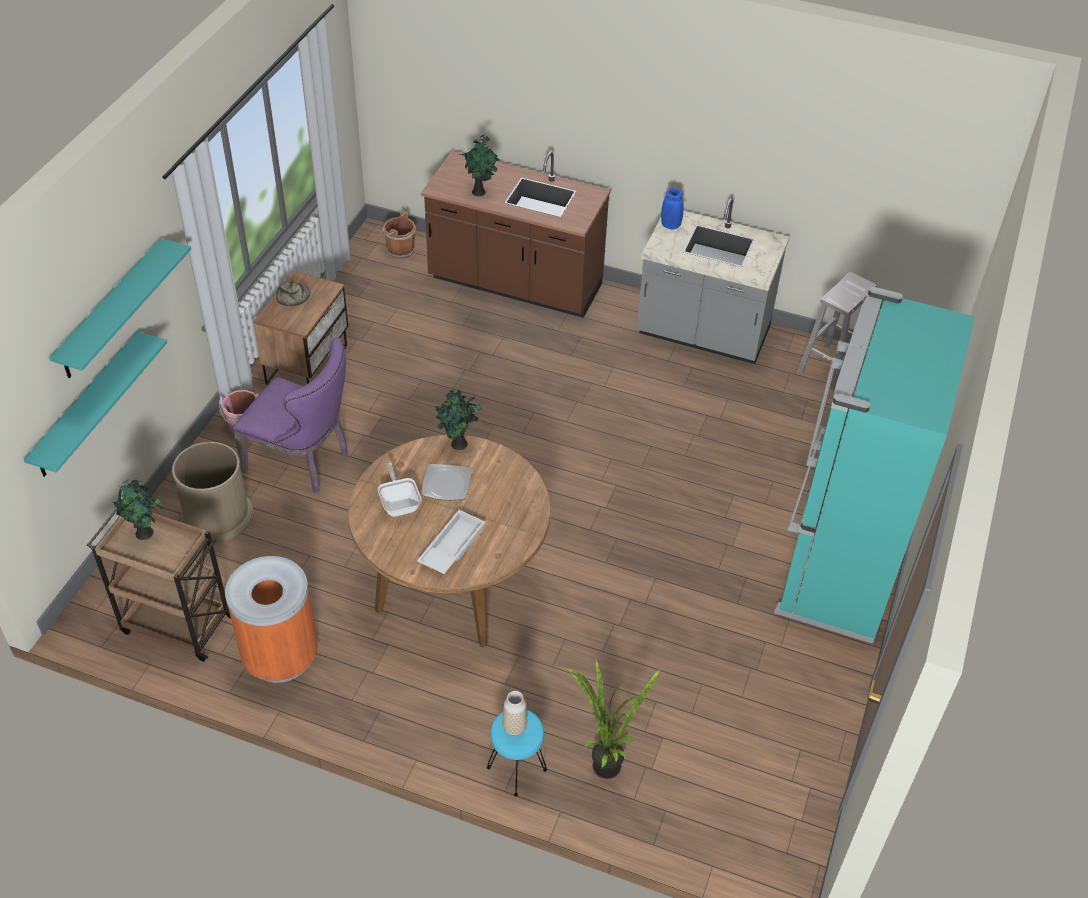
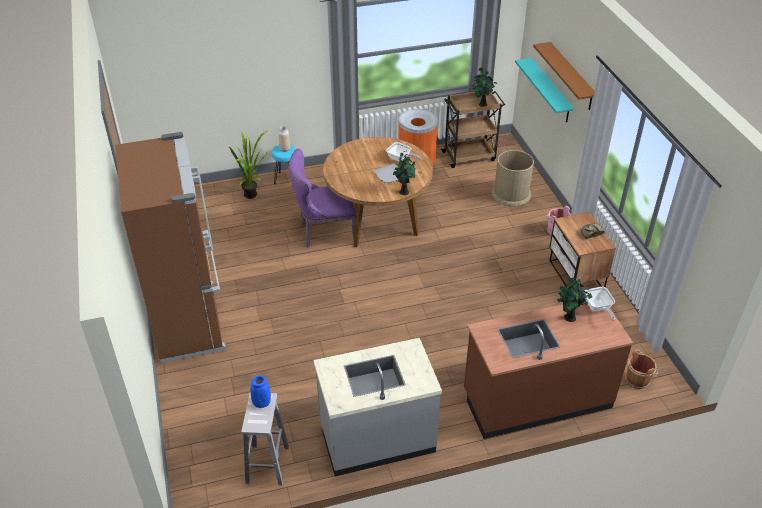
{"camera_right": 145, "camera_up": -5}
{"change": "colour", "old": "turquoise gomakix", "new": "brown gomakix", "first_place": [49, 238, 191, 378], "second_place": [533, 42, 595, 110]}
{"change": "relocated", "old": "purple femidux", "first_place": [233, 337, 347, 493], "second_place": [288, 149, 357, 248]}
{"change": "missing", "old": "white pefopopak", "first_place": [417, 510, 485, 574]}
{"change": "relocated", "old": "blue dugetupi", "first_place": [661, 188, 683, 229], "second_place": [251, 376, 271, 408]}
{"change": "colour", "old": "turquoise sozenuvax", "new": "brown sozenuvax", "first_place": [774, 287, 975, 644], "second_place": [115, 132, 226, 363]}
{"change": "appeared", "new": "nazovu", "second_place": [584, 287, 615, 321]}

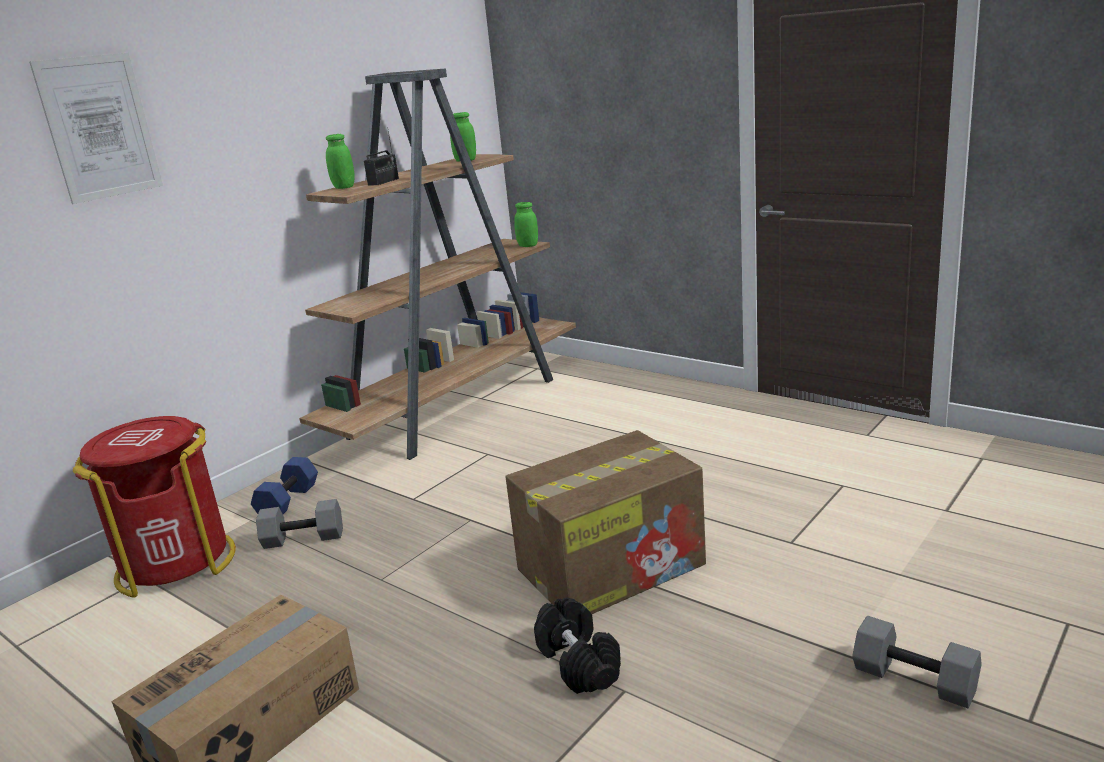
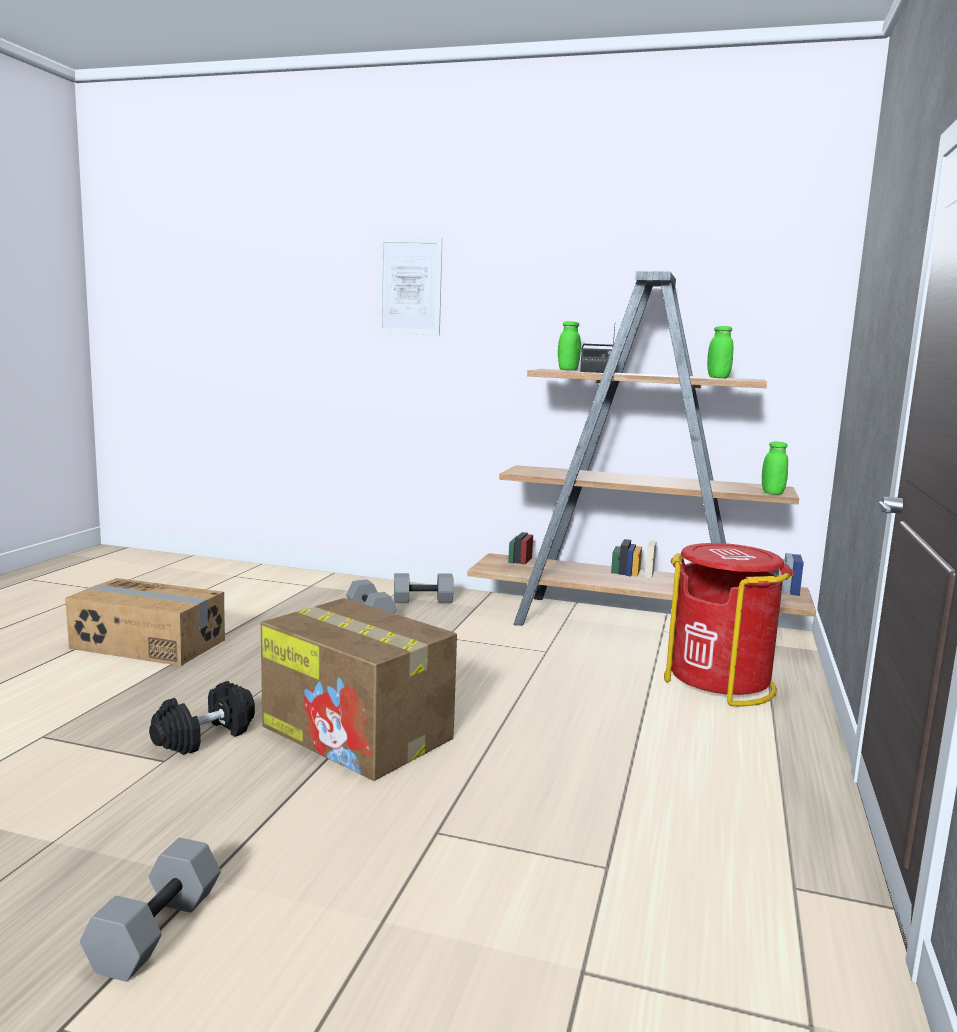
{"camera_right": 65, "camera_up": -10}
{"change": "relocated", "old": "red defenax", "first_place": [73, 416, 236, 598], "second_place": [664, 543, 794, 707]}
{"change": "colour", "old": "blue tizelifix", "new": "grey tizelifix", "first_place": [251, 457, 318, 514], "second_place": [394, 573, 454, 603]}

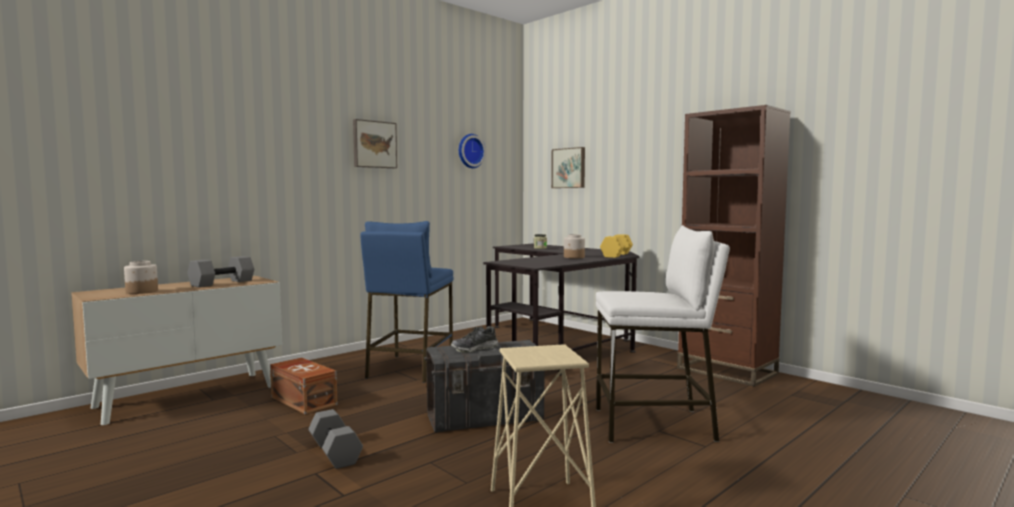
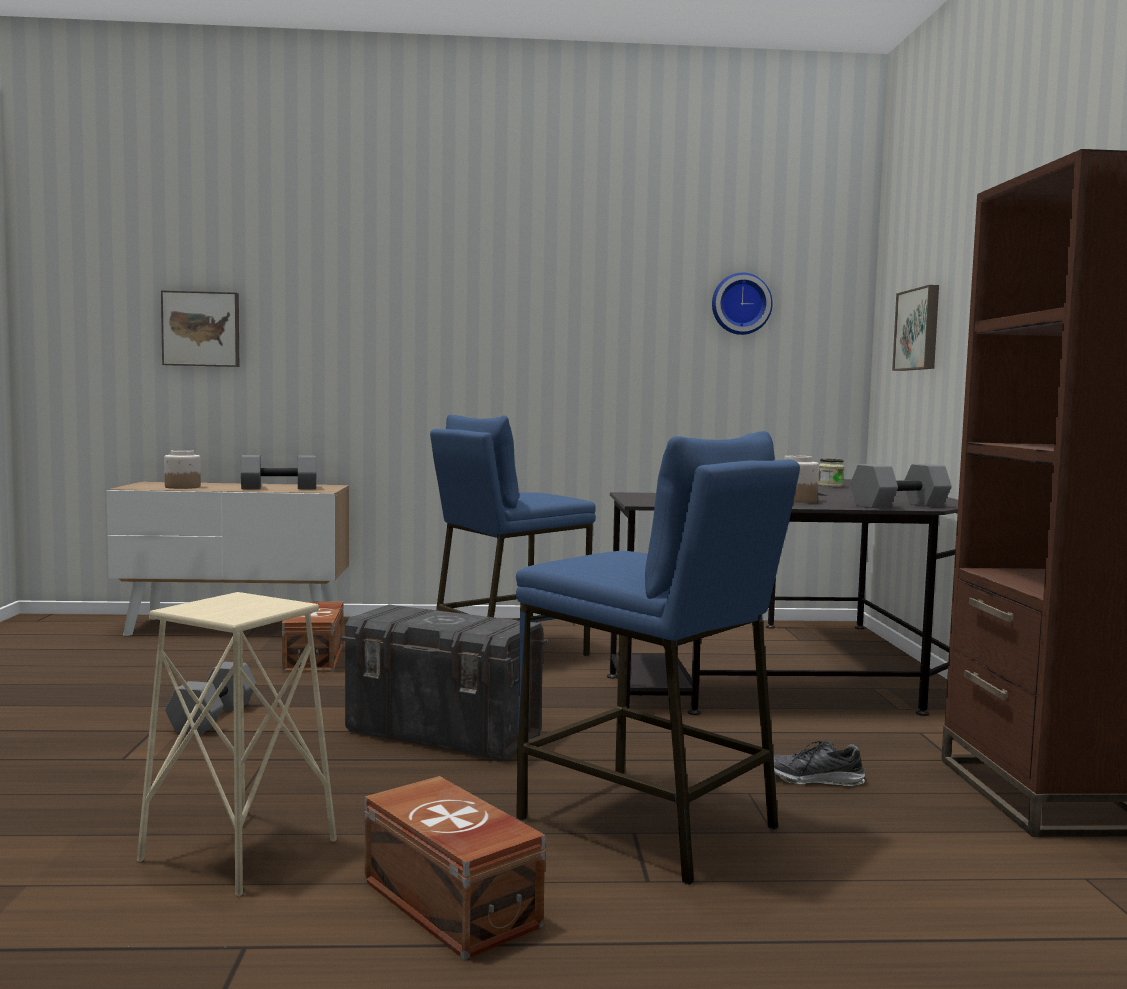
{"camera_right": 40, "camera_up": 0}
{"change": "relocated", "old": "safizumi", "first_place": [353, 119, 397, 168], "second_place": [161, 290, 239, 367]}
{"change": "relocated", "old": "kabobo", "first_place": [451, 326, 498, 353], "second_place": [773, 741, 865, 786]}
{"change": "colour", "old": "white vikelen", "new": "blue vikelen", "first_place": [596, 225, 730, 443], "second_place": [516, 431, 800, 885]}
{"change": "colour", "old": "yellow tizelifix", "new": "grey tizelifix", "first_place": [600, 234, 633, 258], "second_place": [850, 464, 952, 508]}
{"change": "appeared", "new": "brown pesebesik", "second_place": [364, 776, 545, 960]}

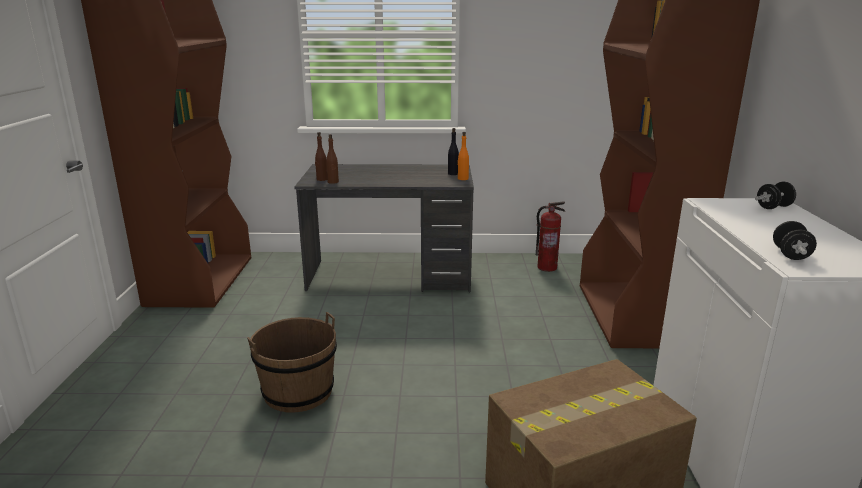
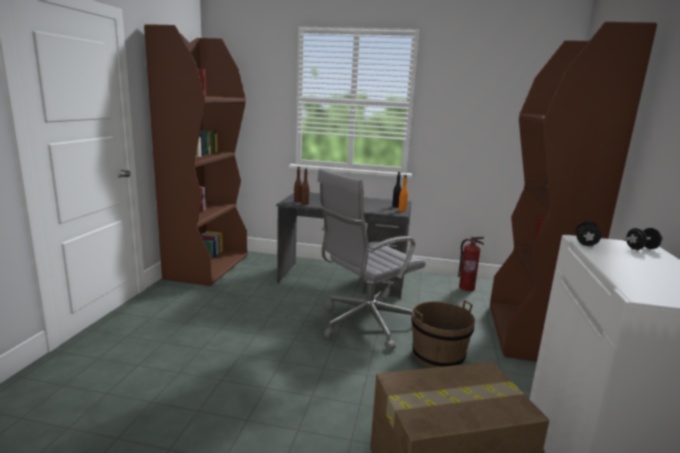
{"camera_right": 10, "camera_up": -5}
{"change": "relocated", "old": "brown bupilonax", "first_place": [247, 312, 337, 413], "second_place": [411, 300, 475, 368]}
{"change": "relocated", "old": "black tizelifix", "first_place": [773, 221, 817, 260], "second_place": [576, 221, 601, 246]}
{"change": "appeared", "new": "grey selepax", "second_place": [317, 169, 426, 351]}

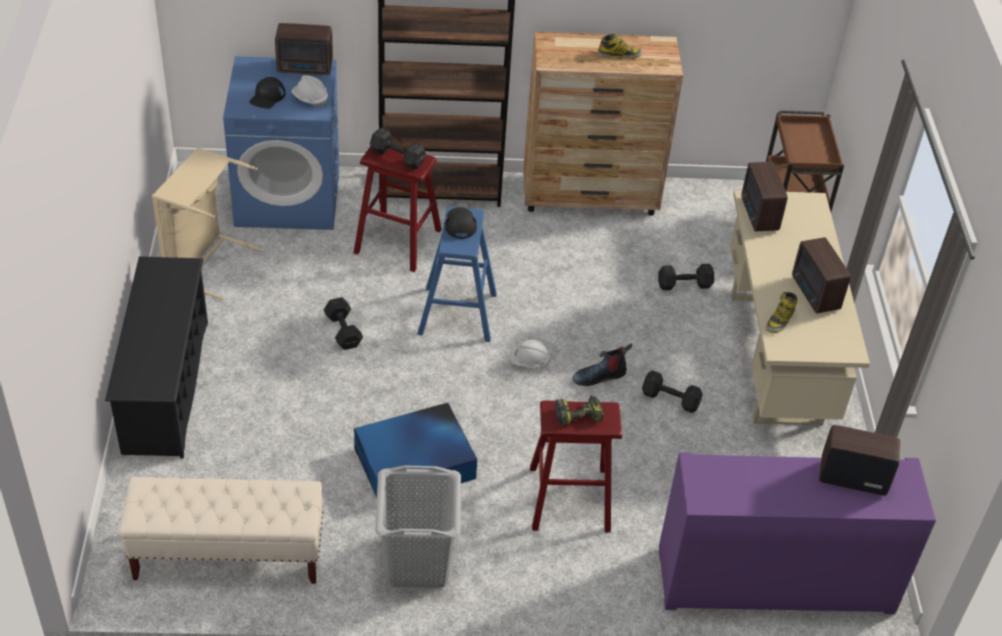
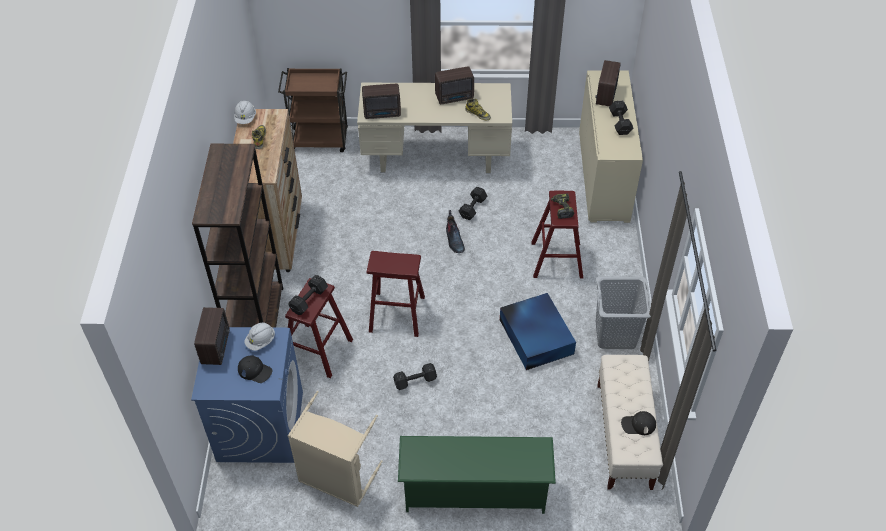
{"camera_right": -85, "camera_up": 5}
{"change": "colour", "old": "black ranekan", "new": "green ranekan", "first_place": [105, 256, 208, 459], "second_place": [398, 436, 556, 514]}
{"change": "colour", "old": "blue vikelen", "new": "red vikelen", "first_place": [418, 207, 497, 342], "second_place": [367, 251, 425, 337]}
{"change": "relocated", "old": "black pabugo", "first_place": [445, 207, 477, 239], "second_place": [621, 411, 656, 435]}
{"change": "relocated", "old": "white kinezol", "first_place": [510, 340, 550, 368], "second_place": [234, 101, 256, 124]}
{"change": "relocated", "old": "black tizelifix", "first_place": [658, 264, 714, 290], "second_place": [609, 101, 633, 135]}
{"change": "colour", "old": "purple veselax", "new": "beige veselax", "first_place": [659, 452, 936, 614], "second_place": [579, 70, 643, 223]}

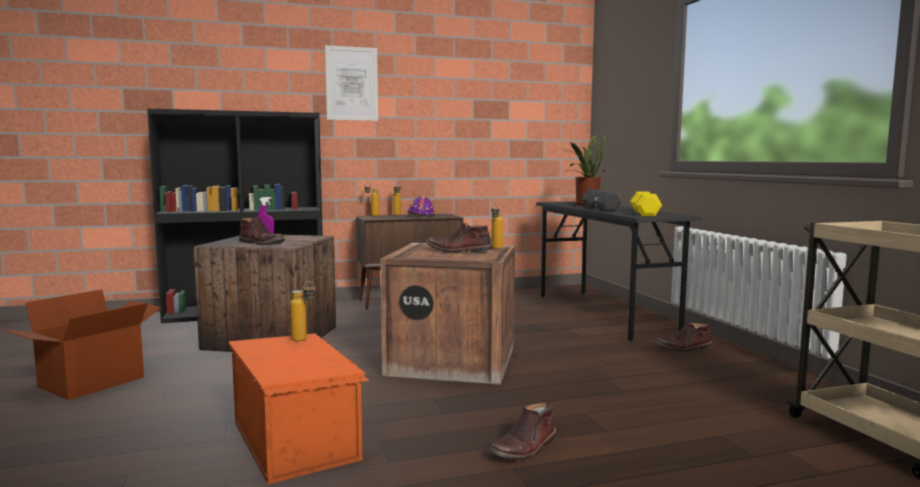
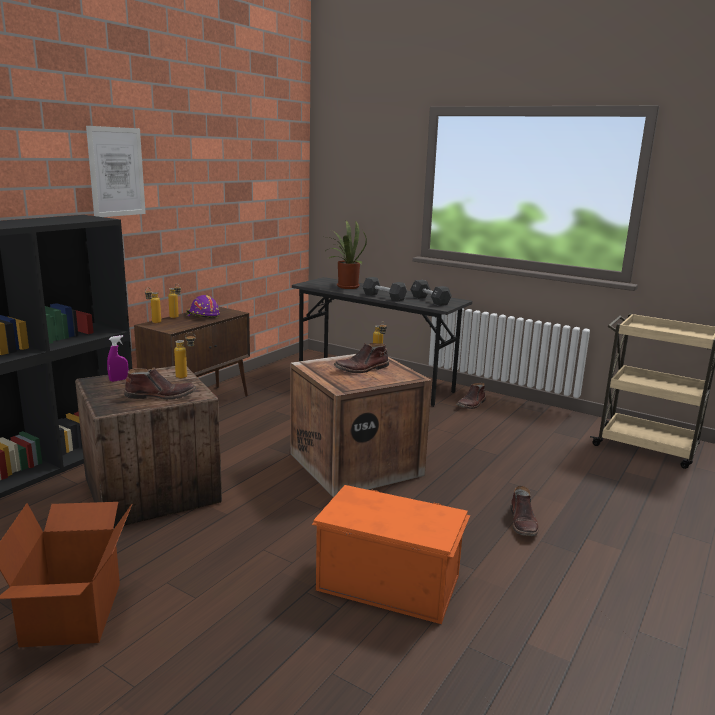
{"camera_right": -40, "camera_up": 10}
{"change": "relocated", "old": "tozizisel", "first_place": [290, 281, 315, 341], "second_place": [174, 332, 195, 379]}
{"change": "colour", "old": "yellow tizelifix", "new": "black tizelifix", "first_place": [630, 191, 662, 216], "second_place": [410, 280, 452, 306]}

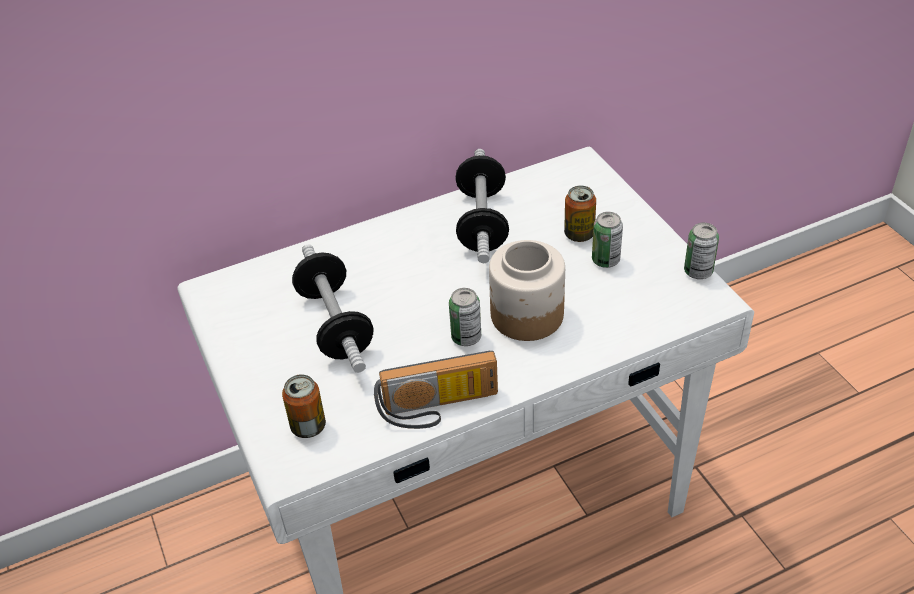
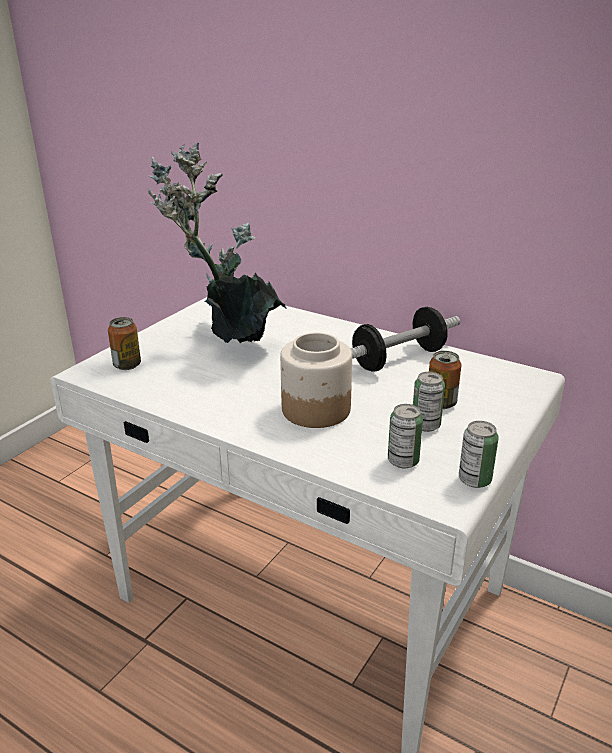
{"camera_right": 55, "camera_up": -15}
{"change": "exchanged", "old": "tizelifix", "new": "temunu", "first_place": [292, 244, 374, 373], "second_place": [148, 142, 287, 343]}
{"change": "missing", "old": "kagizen", "first_place": [374, 351, 498, 429]}
{"change": "relocated", "old": "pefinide", "first_place": [449, 288, 481, 346], "second_place": [388, 404, 423, 468]}

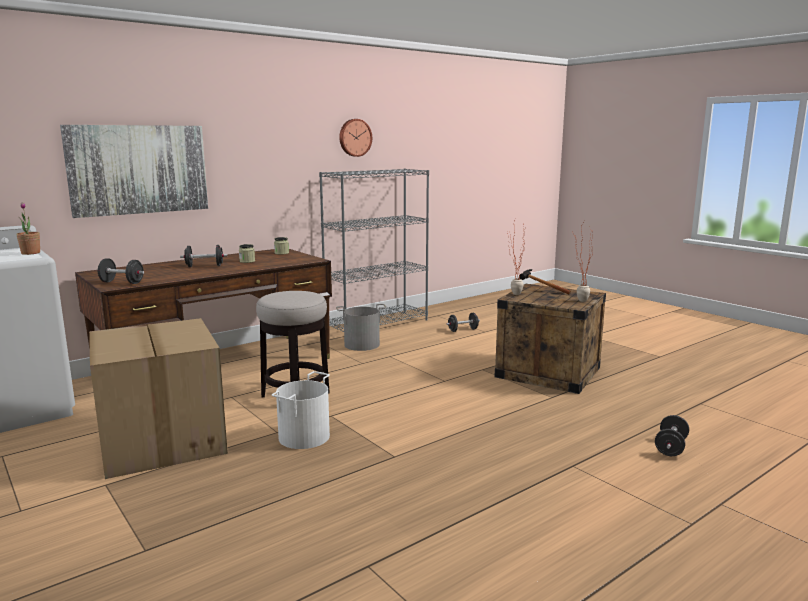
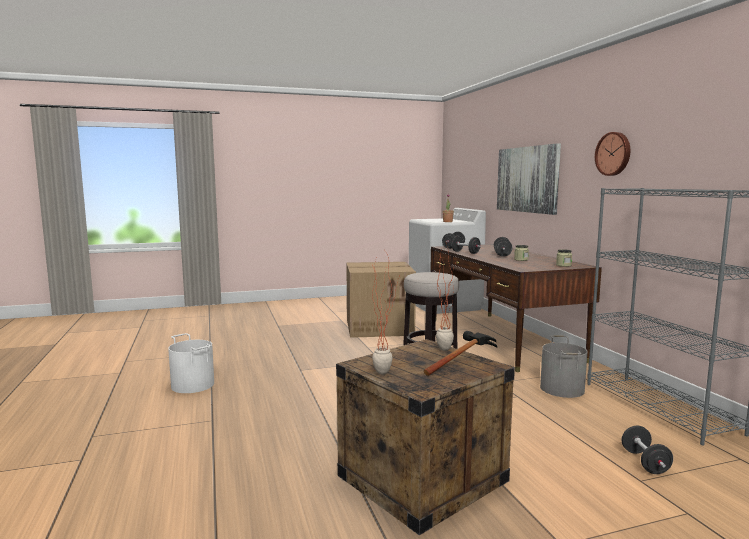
{"camera_right": 110, "camera_up": -5}
{"change": "relocated", "old": "white bupilonax", "first_place": [272, 371, 330, 449], "second_place": [168, 333, 214, 393]}
{"change": "relocated", "old": "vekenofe", "first_place": [339, 119, 372, 157], "second_place": [595, 132, 630, 176]}
{"change": "relocated", "old": "black tizelifix", "first_place": [655, 415, 689, 456], "second_place": [452, 236, 481, 254]}

